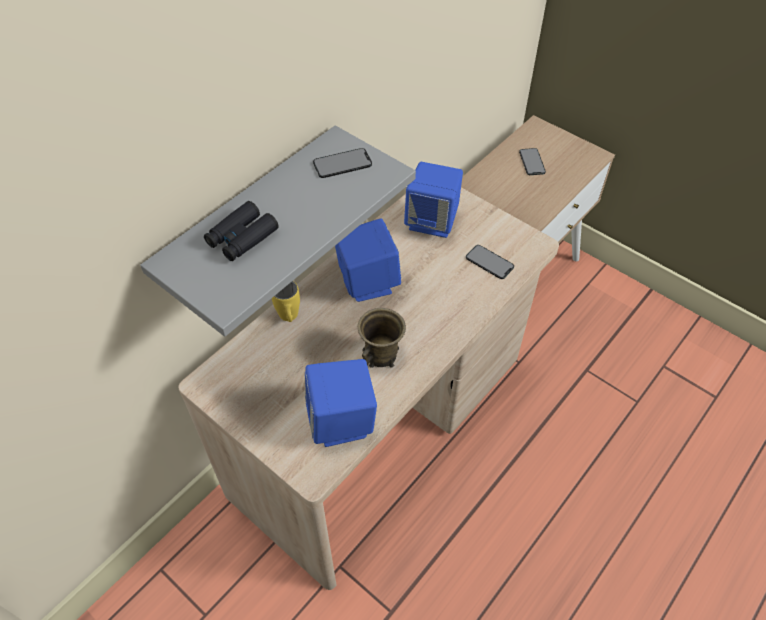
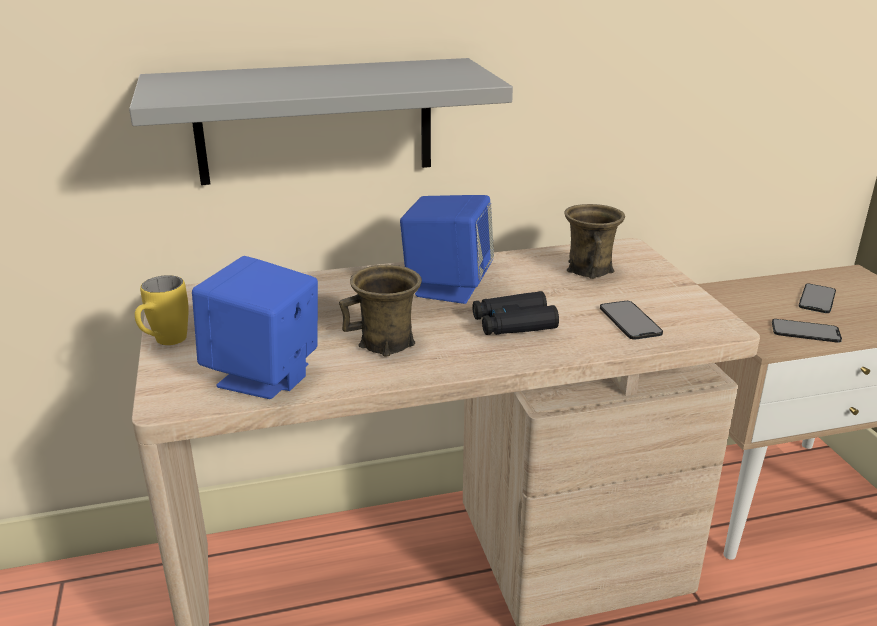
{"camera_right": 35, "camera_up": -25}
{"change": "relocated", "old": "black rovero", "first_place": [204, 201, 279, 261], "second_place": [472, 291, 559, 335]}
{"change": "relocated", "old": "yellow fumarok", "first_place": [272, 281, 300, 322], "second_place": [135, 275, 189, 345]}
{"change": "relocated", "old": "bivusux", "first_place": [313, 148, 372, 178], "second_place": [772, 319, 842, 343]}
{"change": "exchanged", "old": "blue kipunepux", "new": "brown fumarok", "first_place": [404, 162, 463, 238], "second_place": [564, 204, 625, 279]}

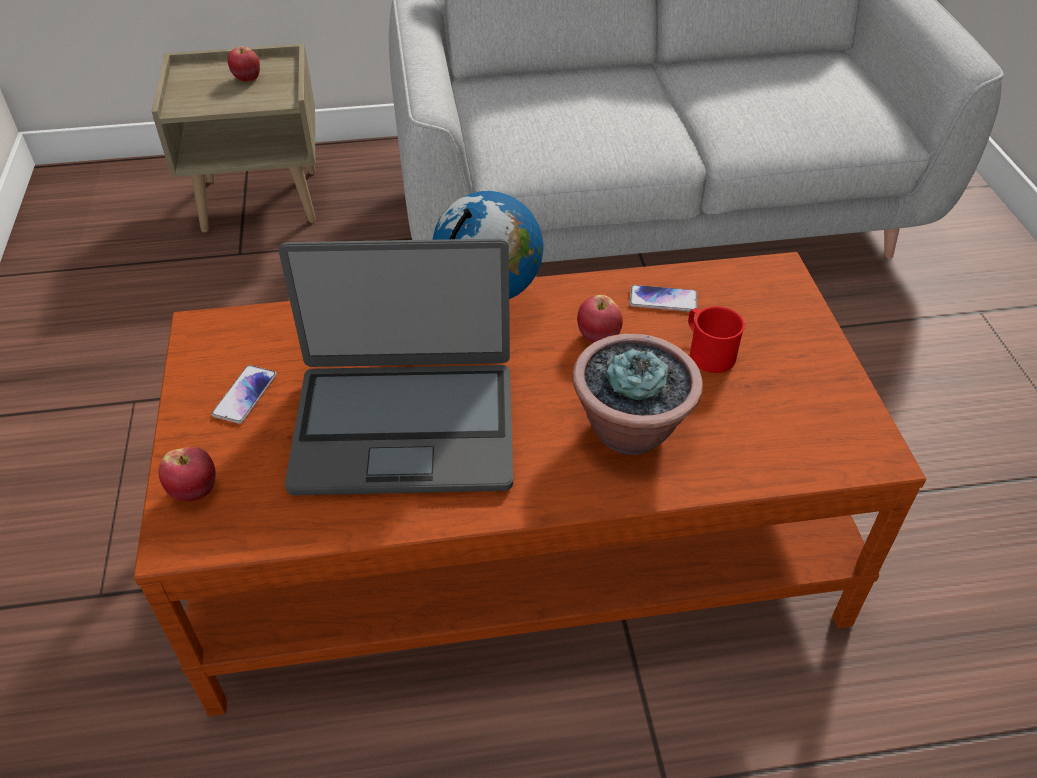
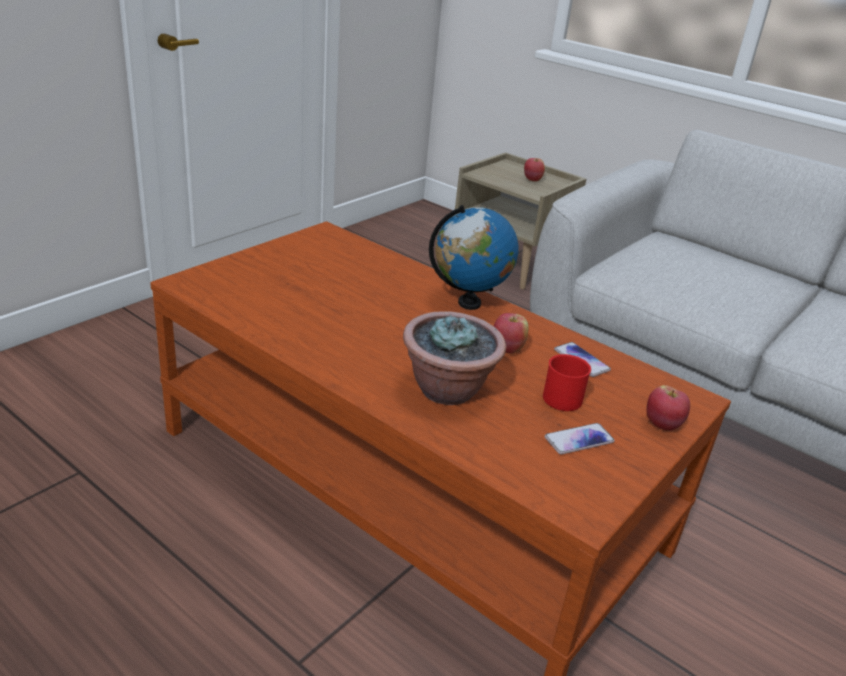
{"camera_right": 45, "camera_up": -15}
{"change": "relocated", "old": "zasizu", "first_place": [158, 447, 216, 502], "second_place": [646, 385, 690, 431]}
{"change": "relocated", "old": "bivusux", "first_place": [211, 365, 277, 424], "second_place": [545, 423, 615, 454]}
{"change": "missing", "old": "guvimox", "first_place": [279, 239, 513, 495]}

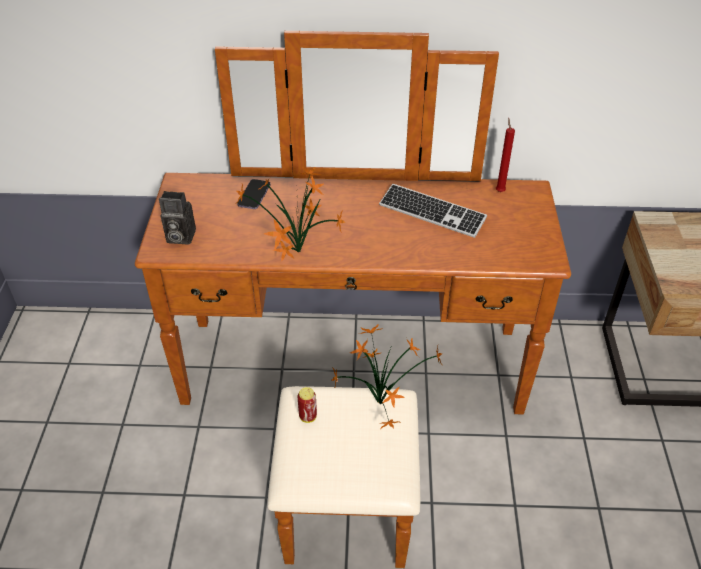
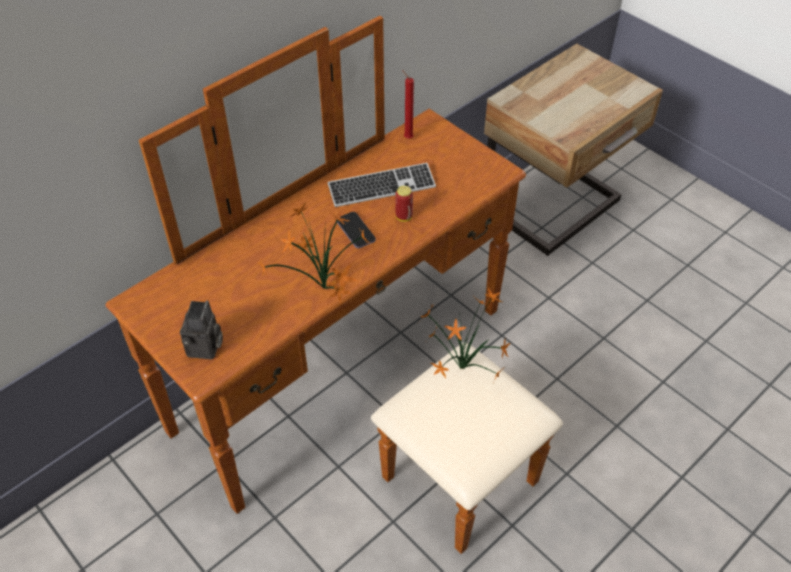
{"camera_right": -45, "camera_up": 5}
{"change": "spun", "old": "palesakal", "first_place": [159, 191, 196, 245], "second_place": [180, 300, 223, 359], "degrees": -45}
{"change": "relocated", "old": "bivusux", "first_place": [237, 179, 270, 209], "second_place": [337, 212, 376, 248]}
{"change": "relocated", "old": "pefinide", "first_place": [298, 387, 317, 423], "second_place": [395, 186, 413, 222]}

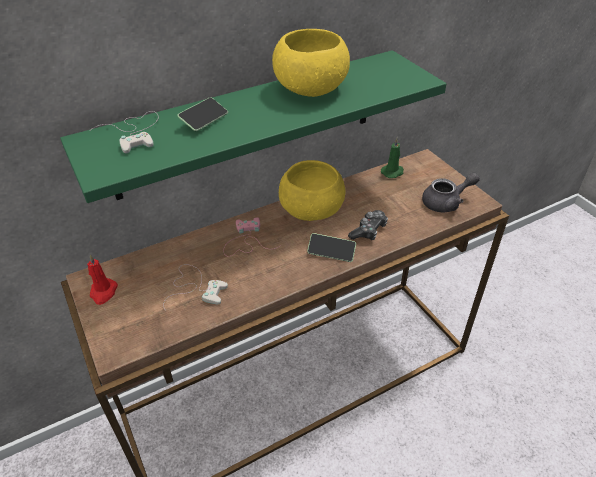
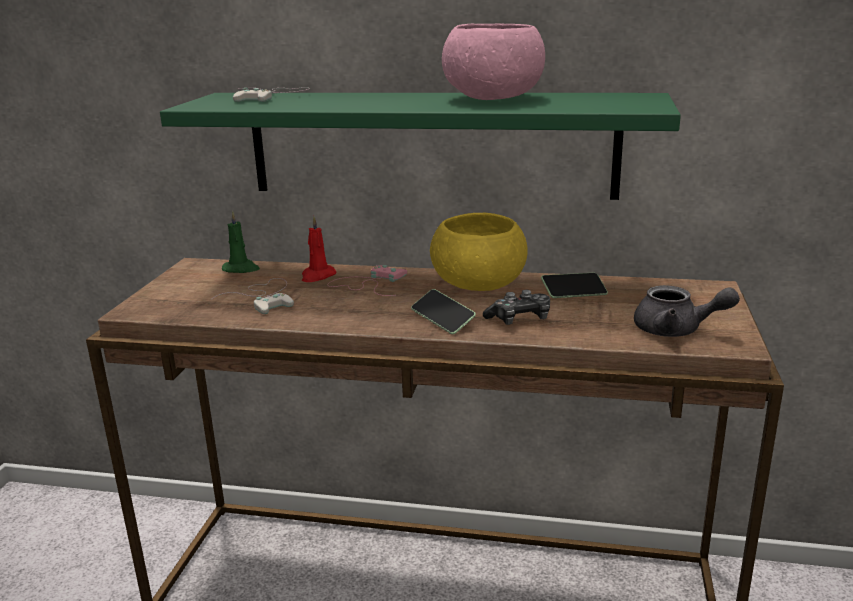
{"camera_right": 40, "camera_up": -20}
{"change": "relocated", "old": "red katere", "first_place": [87, 255, 118, 305], "second_place": [302, 216, 336, 282]}
{"change": "relocated", "old": "bivusux", "first_place": [177, 97, 228, 131], "second_place": [541, 273, 608, 298]}
{"change": "colour", "old": "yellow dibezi", "new": "pink dibezi", "first_place": [272, 29, 350, 97], "second_place": [442, 24, 545, 100]}
{"change": "relocated", "old": "green katere", "first_place": [381, 138, 404, 178], "second_place": [222, 211, 260, 273]}

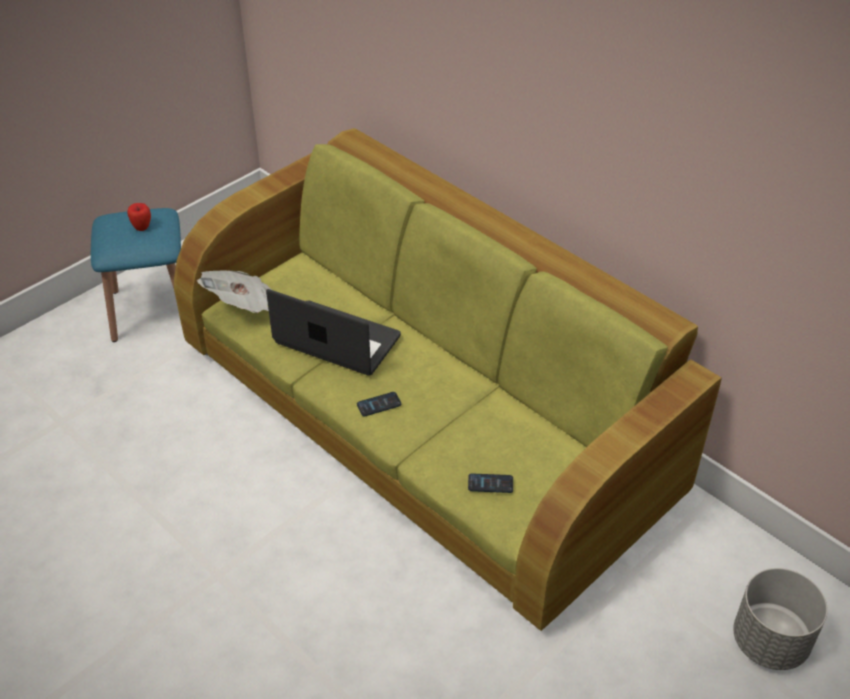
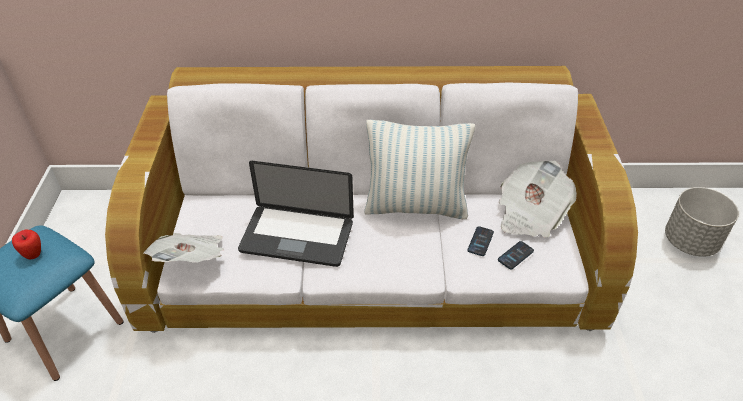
{"camera_right": -45, "camera_up": 0}
{"change": "colour", "old": "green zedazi", "new": "white zedazi", "first_place": [174, 128, 722, 631], "second_place": [105, 66, 638, 333]}
{"change": "spun", "old": "guvimox", "first_place": [266, 289, 401, 376], "second_place": [238, 161, 354, 267], "degrees": -150}
{"change": "relocated", "old": "bivusux", "first_place": [357, 392, 401, 416], "second_place": [467, 226, 494, 256]}
{"change": "appeared", "new": "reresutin", "second_place": [364, 120, 475, 219]}
{"change": "appeared", "new": "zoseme", "second_place": [499, 161, 577, 238]}

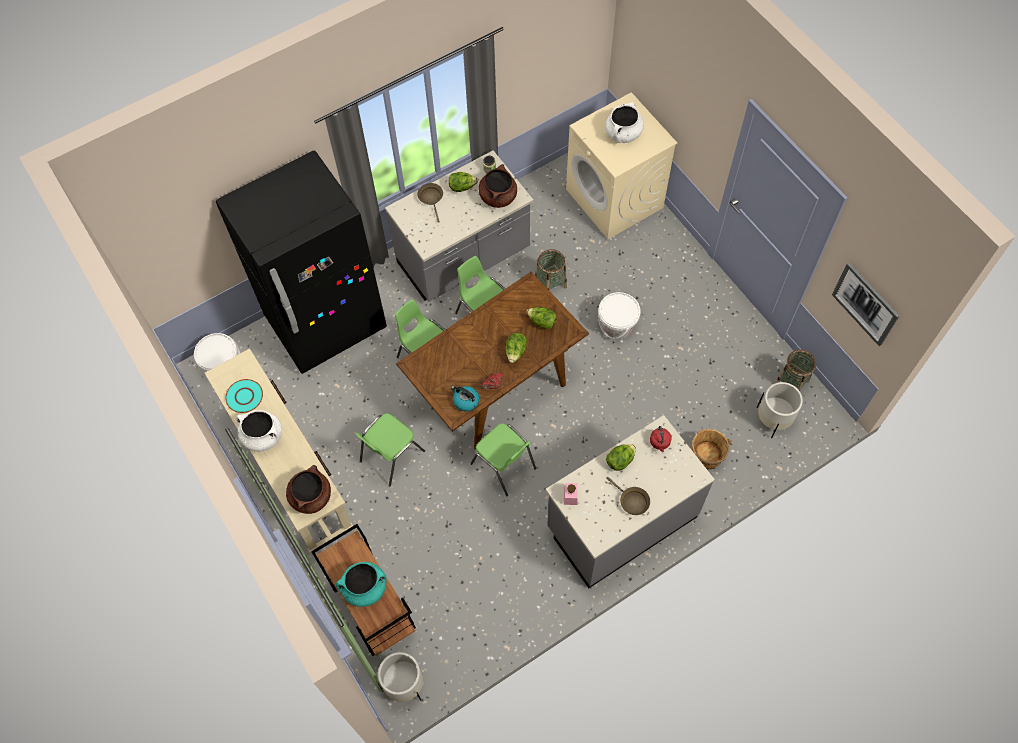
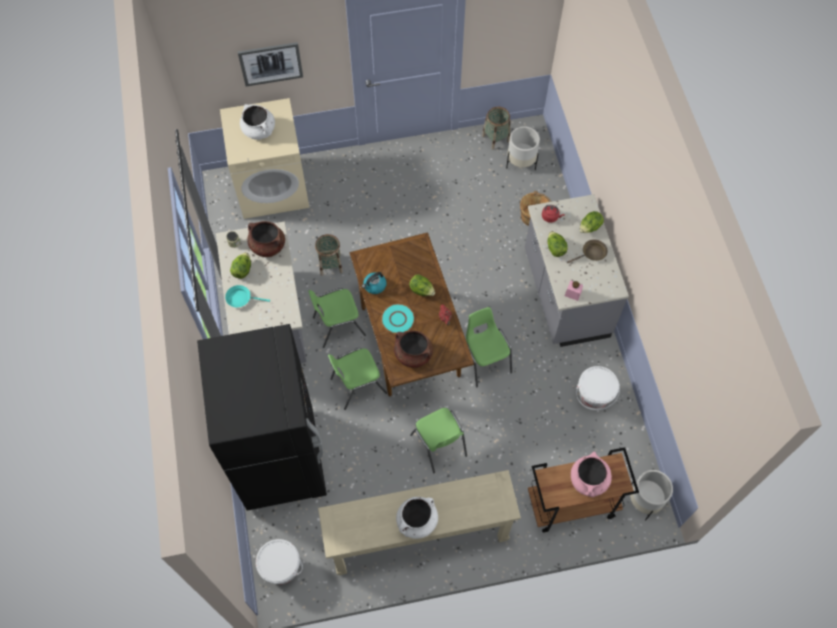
{"camera_right": -70, "camera_up": 0}
{"change": "relocated", "old": "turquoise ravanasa", "first_place": [225, 379, 263, 413], "second_place": [381, 304, 415, 334]}
{"change": "relocated", "old": "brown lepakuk", "first_place": [286, 465, 331, 514], "second_place": [394, 330, 433, 368]}
{"change": "colour", "old": "turquoise lepakuk", "new": "pink lepakuk", "first_place": [336, 562, 386, 607], "second_place": [571, 452, 612, 497]}
{"change": "colour", "old": "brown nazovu", "new": "turquoise nazovu", "first_place": [417, 183, 443, 222], "second_place": [225, 285, 270, 307]}
{"change": "relocated", "old": "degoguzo", "first_place": [451, 385, 479, 411], "second_place": [362, 272, 387, 294]}
{"change": "spun", "old": "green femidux", "first_place": [470, 423, 536, 497], "second_place": [466, 307, 512, 387], "degrees": -90}
{"change": "relocated", "old": "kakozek", "first_place": [527, 307, 556, 329], "second_place": [580, 211, 604, 233]}
{"change": "relocated", "old": "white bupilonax", "first_place": [598, 292, 640, 339], "second_place": [576, 366, 620, 410]}
{"change": "relocated", "old": "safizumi", "first_place": [832, 262, 900, 346], "second_place": [238, 42, 303, 86]}

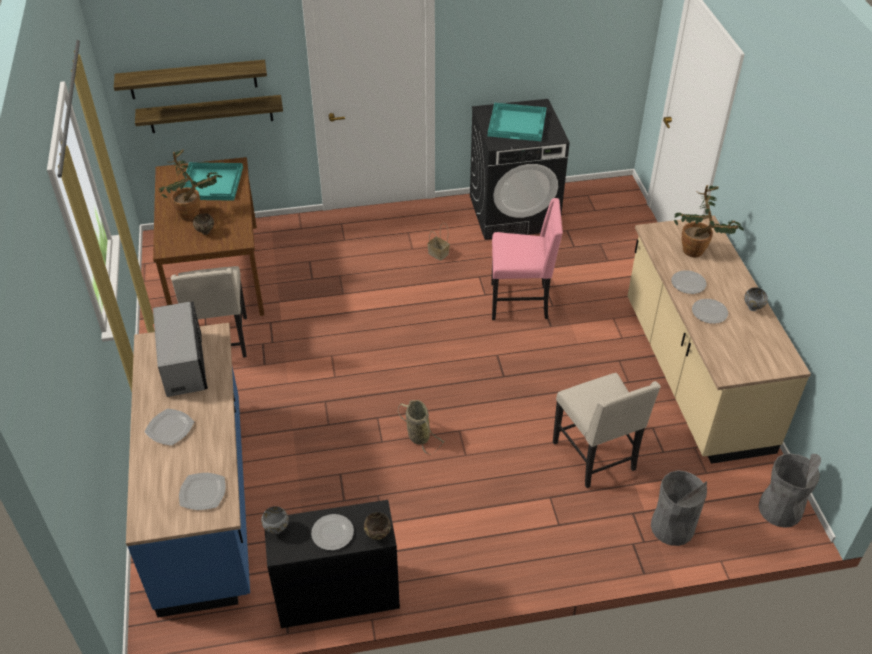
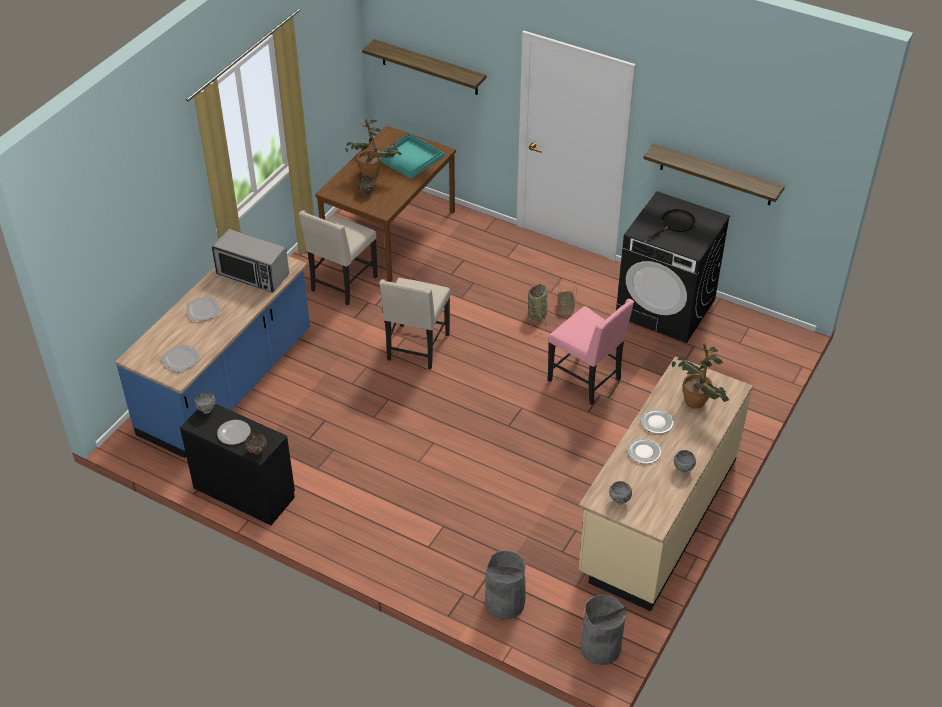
{"camera_right": 40, "camera_up": 0}
{"change": "relocated", "old": "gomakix", "first_place": [135, 95, 283, 133], "second_place": [643, 143, 785, 205]}
{"change": "spun", "old": "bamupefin", "first_place": [153, 301, 208, 397], "second_place": [212, 229, 289, 293], "degrees": 90}
{"change": "relocated", "old": "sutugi", "first_place": [398, 400, 445, 455], "second_place": [528, 283, 548, 329]}
{"change": "exchanged", "old": "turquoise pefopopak", "new": "black nazovu", "first_place": [488, 103, 546, 141], "second_place": [648, 209, 696, 239]}
{"change": "relocated", "old": "beige femidux", "first_place": [553, 373, 661, 488], "second_place": [379, 278, 451, 369]}
{"change": "appeared", "new": "grey dibezi", "second_place": [609, 481, 632, 505]}

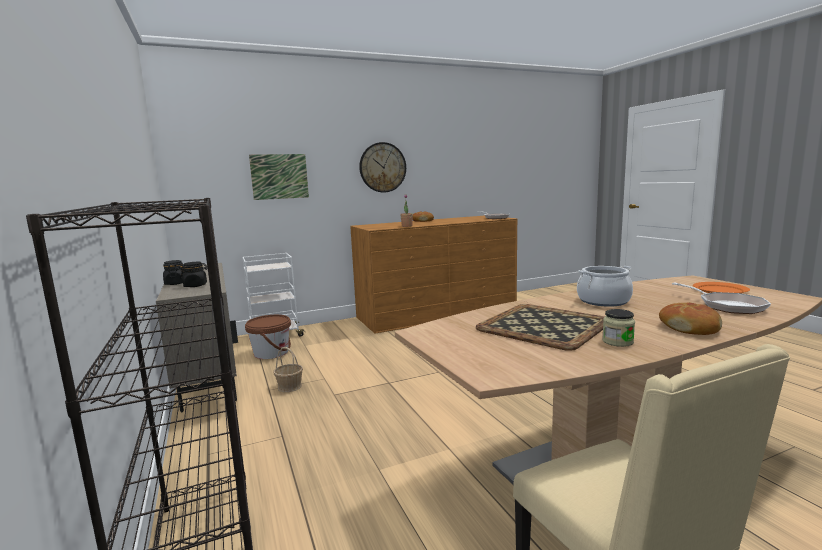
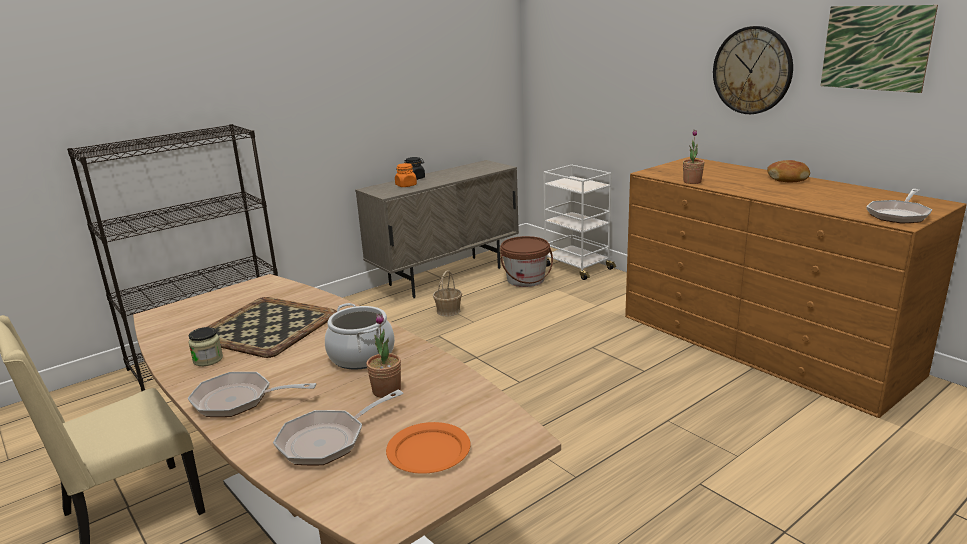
{"camera_right": 75, "camera_up": 10}
{"change": "colour", "old": "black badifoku", "new": "orange badifoku", "first_place": [180, 262, 208, 287], "second_place": [395, 163, 417, 187]}
{"change": "relocated", "old": "safizumi", "first_place": [249, 154, 309, 200], "second_place": [821, 5, 938, 93]}
{"change": "exchanged", "old": "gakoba", "new": "nazovu", "first_place": [659, 303, 722, 335], "second_place": [188, 372, 316, 417]}
{"change": "appeared", "new": "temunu", "second_place": [366, 314, 401, 398]}

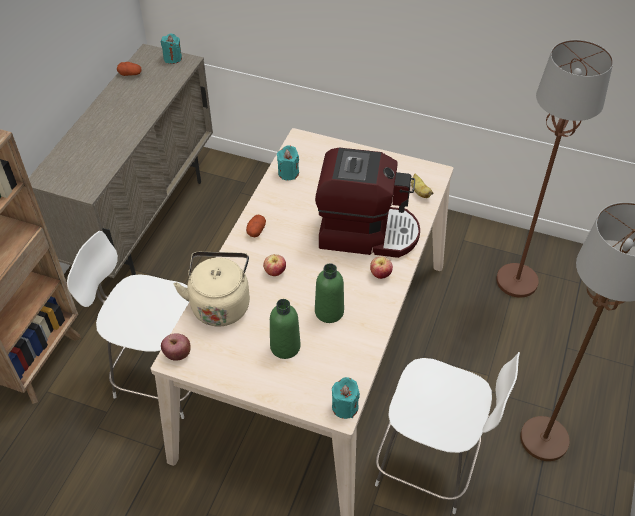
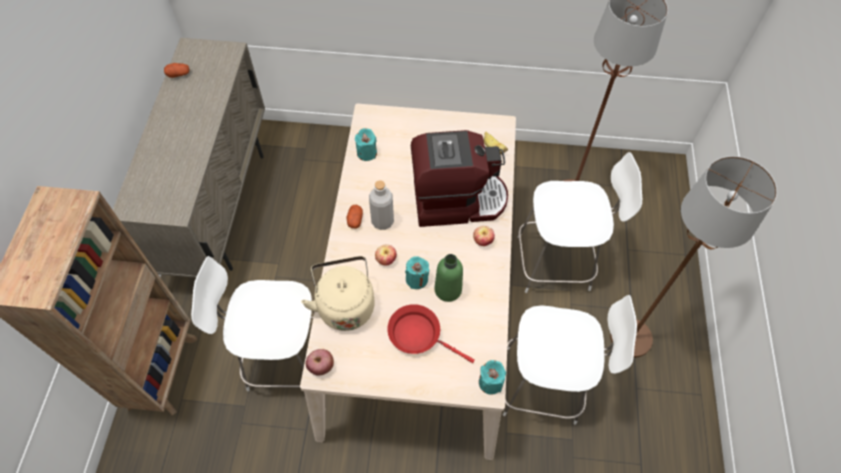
{"camera_right": -15, "camera_up": 10}
{"change": "relocated", "old": "turquoise katere", "first_place": [161, 33, 182, 64], "second_place": [405, 256, 429, 289]}
{"change": "exchanged", "old": "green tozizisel", "new": "red nazovu", "first_place": [270, 299, 301, 359], "second_place": [387, 304, 475, 363]}
{"change": "appeared", "new": "grey tozizisel", "second_place": [369, 180, 394, 230]}
{"change": "appeared", "new": "white femidux", "second_place": [518, 152, 642, 293]}

